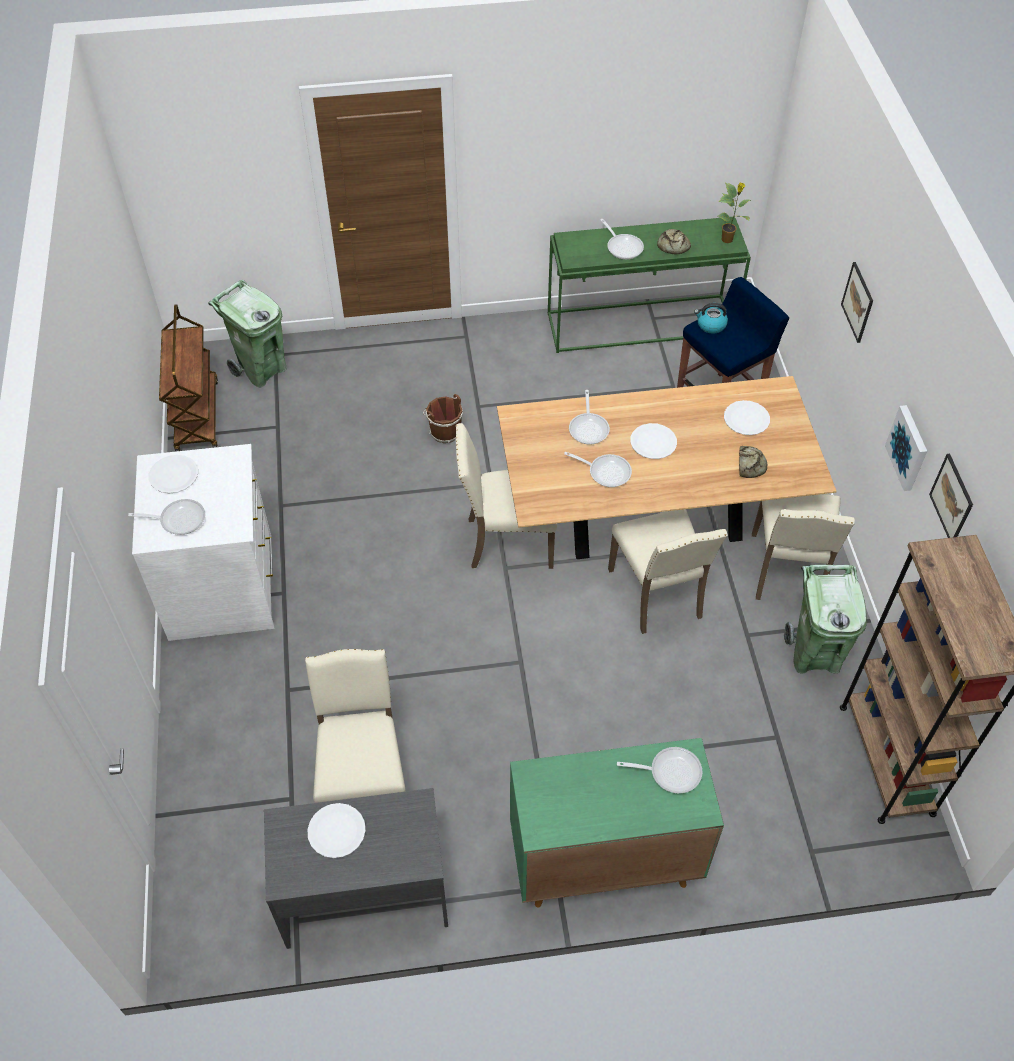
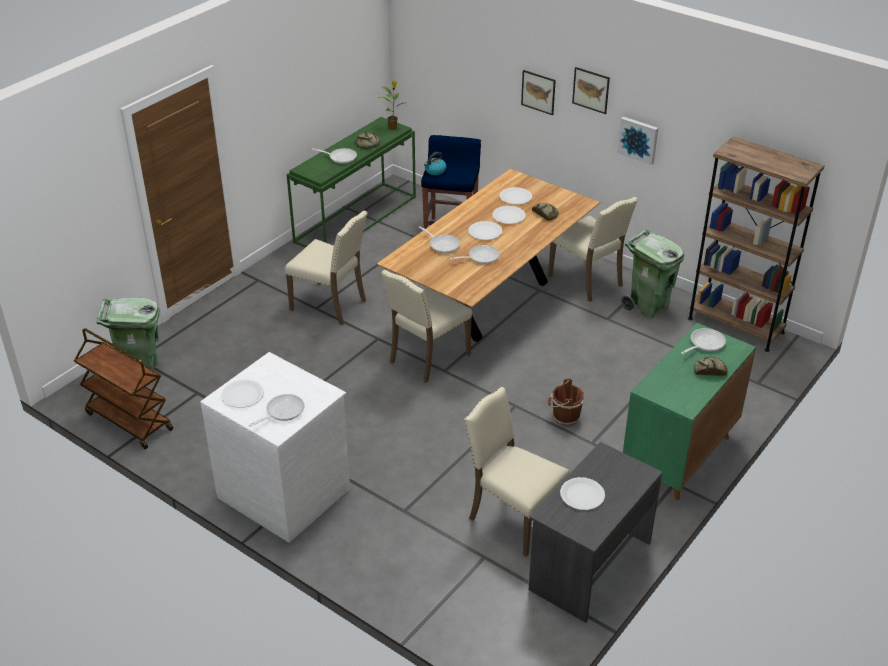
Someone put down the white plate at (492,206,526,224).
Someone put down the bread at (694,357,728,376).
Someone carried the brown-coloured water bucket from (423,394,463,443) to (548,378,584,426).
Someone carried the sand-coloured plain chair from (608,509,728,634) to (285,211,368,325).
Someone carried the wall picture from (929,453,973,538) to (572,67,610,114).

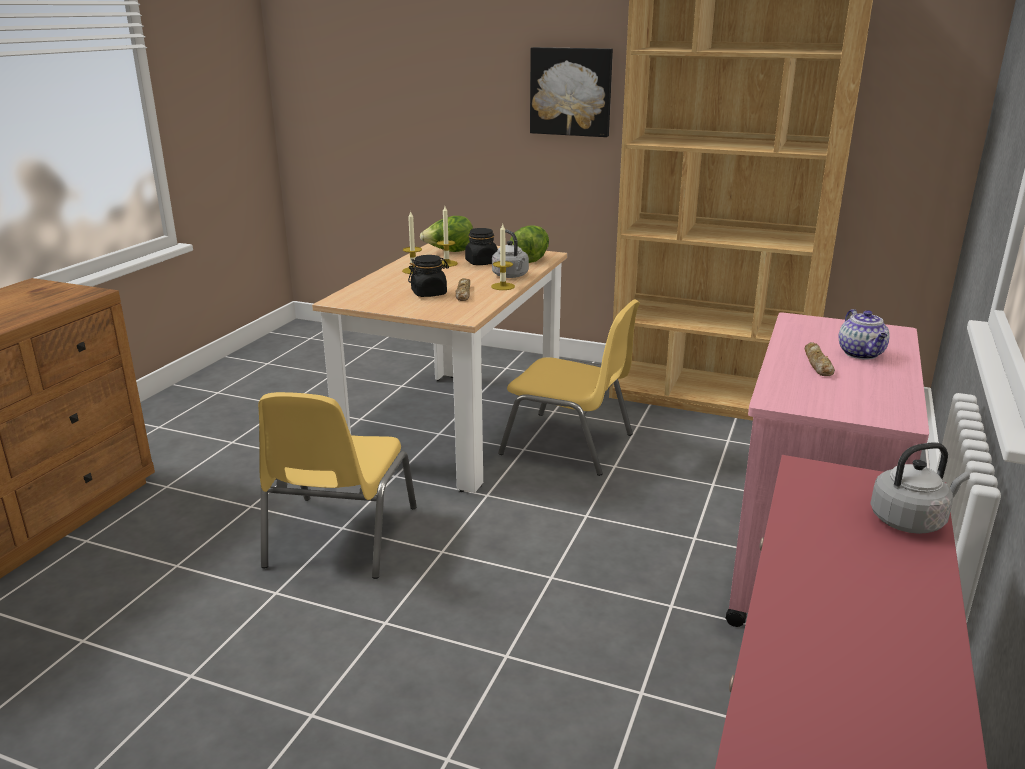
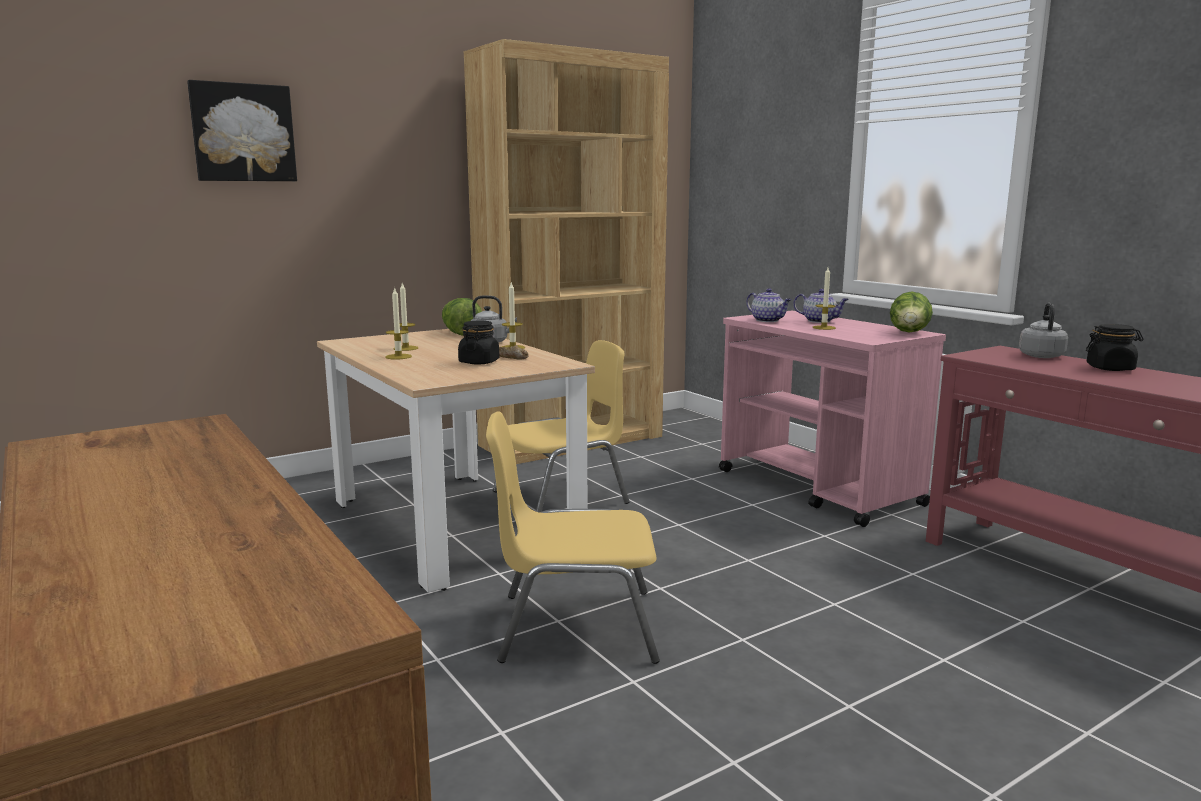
Someone put down the tea pot at (746,288,791,322).
Someone carried the head of lettuce from (420,216,473,252) to (890,291,933,333).
Someone carried the black-coloured storage jar from (465,228,498,265) to (1086,324,1144,371).
Someone carried the wall picture from (530,47,613,137) to (187,80,297,181).
Someone swapped the bread at (805,342,835,376) for the wax light at (812,267,836,330).
Someone rotated the yellow-coloured plain chair at (258,392,417,579) by 135 degrees clockwise.

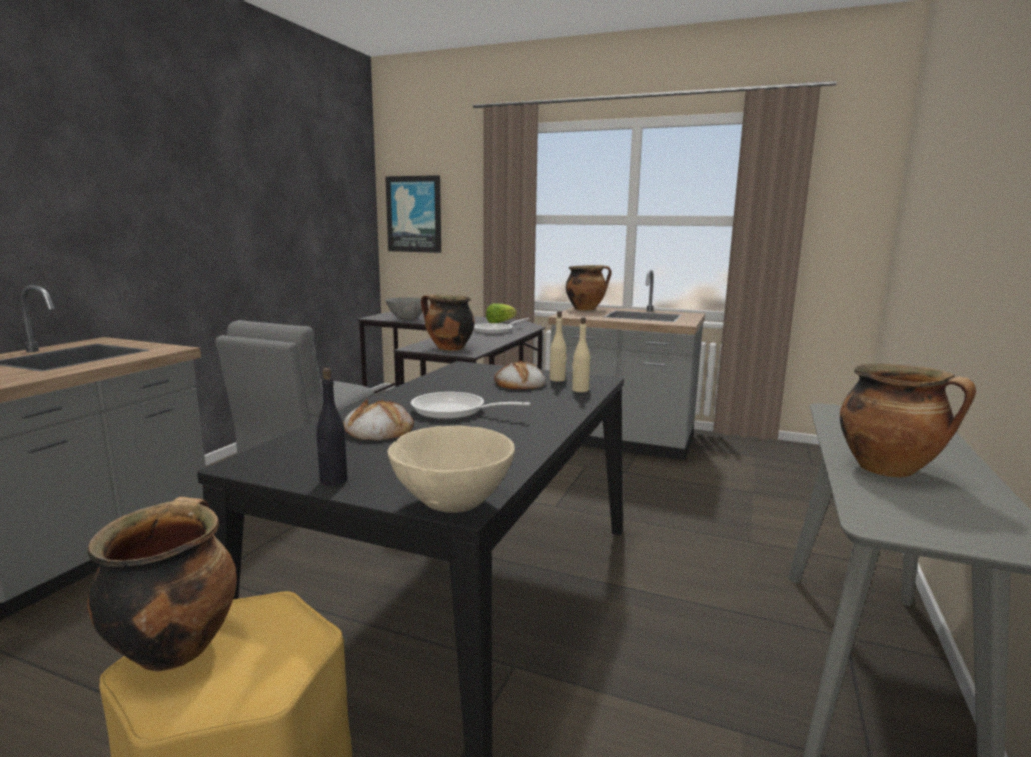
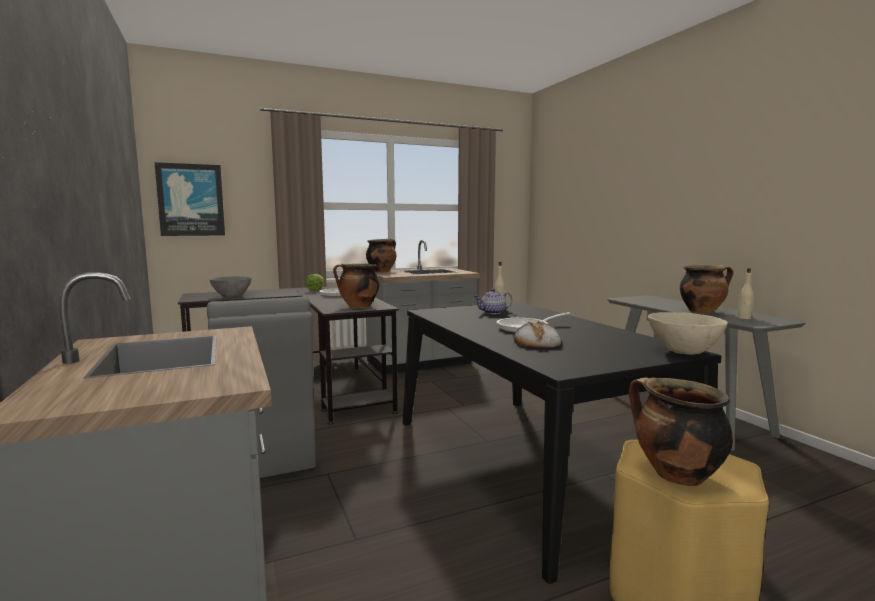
Someone took away the black-coloured bottle at (316,368,348,486).
Someone carried the sand-coloured bottle from (572,317,590,392) to (738,268,753,319).
Someone swapped the bread at (494,360,546,389) for the tea pot at (474,288,512,314).

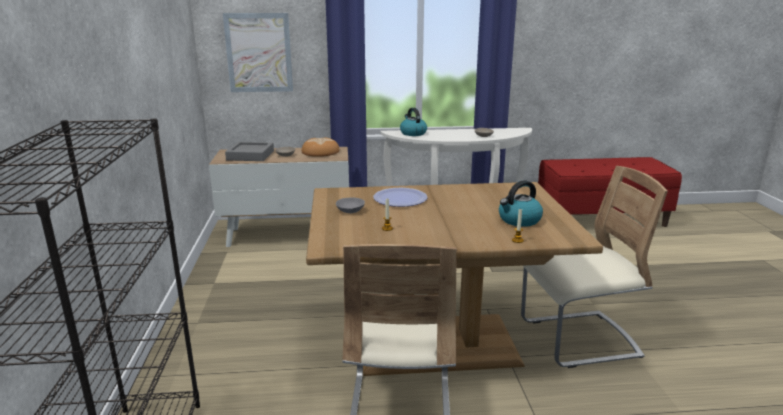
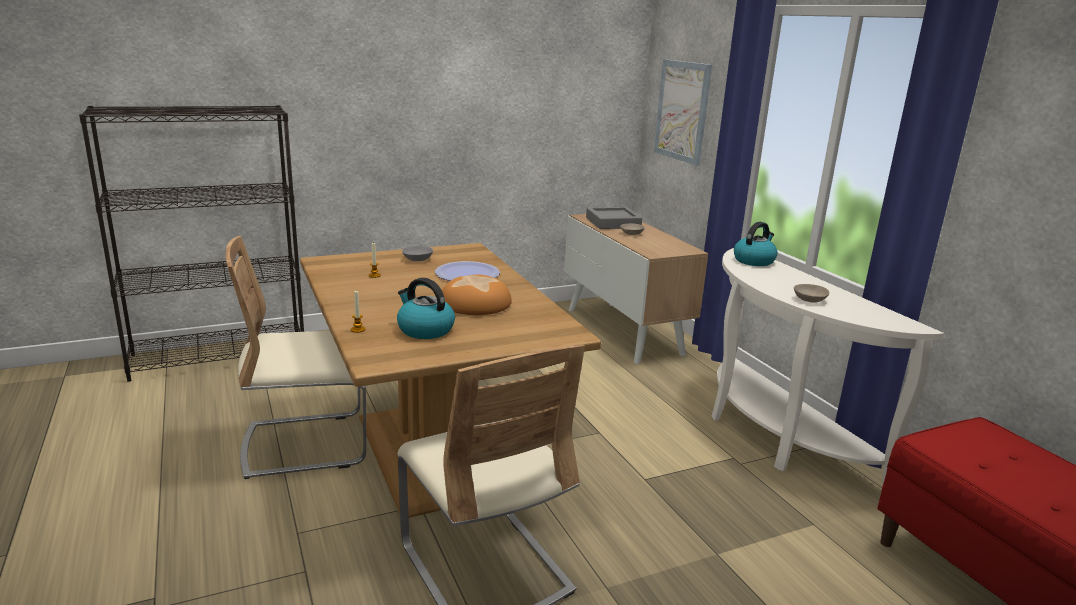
Someone carried the bread from (301,137,339,157) to (442,274,512,315).

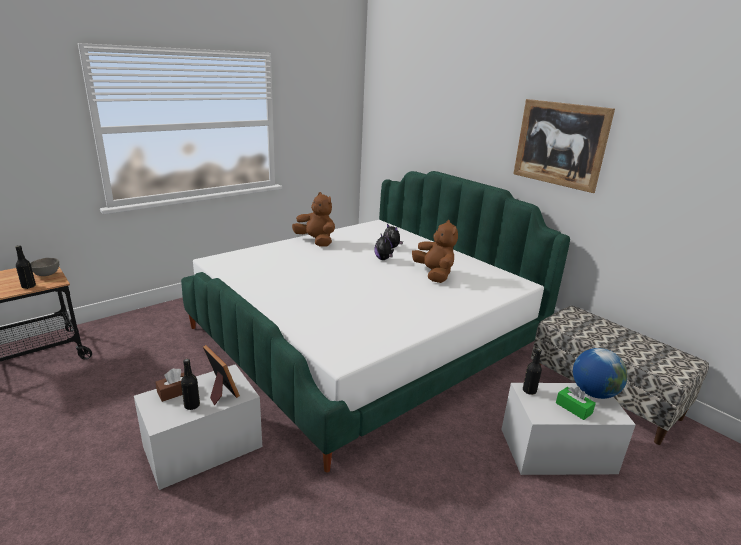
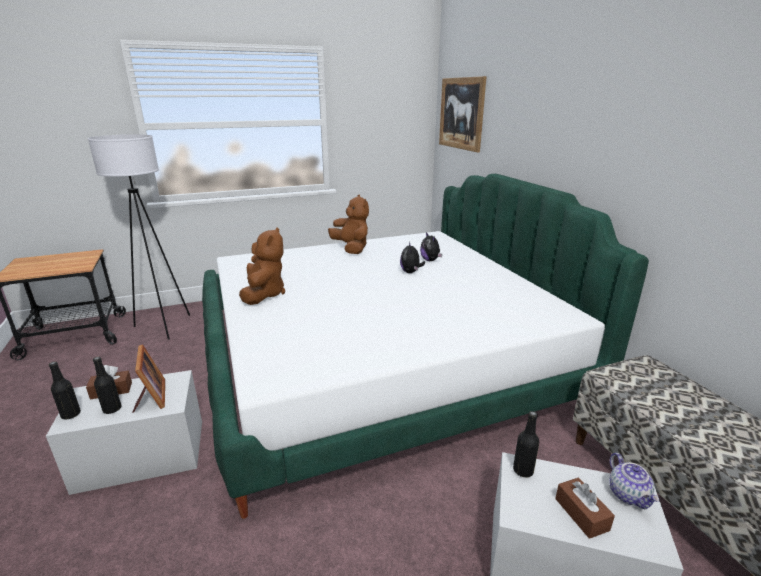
Someone took away the greyish bowl at (30,258,59,276).
Someone put down the white standing lamp at (88,134,190,339).
Someone carried the black-coloured bottle from (15,245,36,289) to (49,362,81,420).
Someone carried the brown-coloured cuddly toy from (412,220,458,283) to (239,227,285,305).
Someone carried the wall picture from (513,99,615,193) to (439,76,487,152).
Someone swapped the desk globe at (573,348,628,399) for the tea pot at (609,453,660,509).
Someone repainted the green tissue holder at (556,387,596,420), which became the brown-coloured tissue holder at (555,478,615,539).

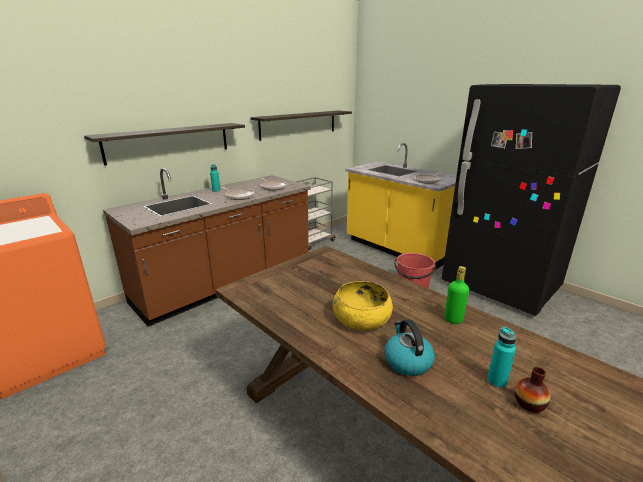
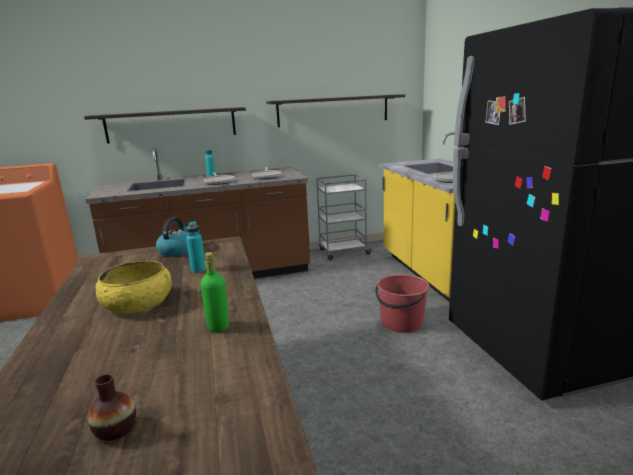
Someone carried the tea kettle from (385,319,435,376) to (156,217,188,257).
Someone carried the turquoise bottle from (487,327,516,388) to (186,221,206,273).

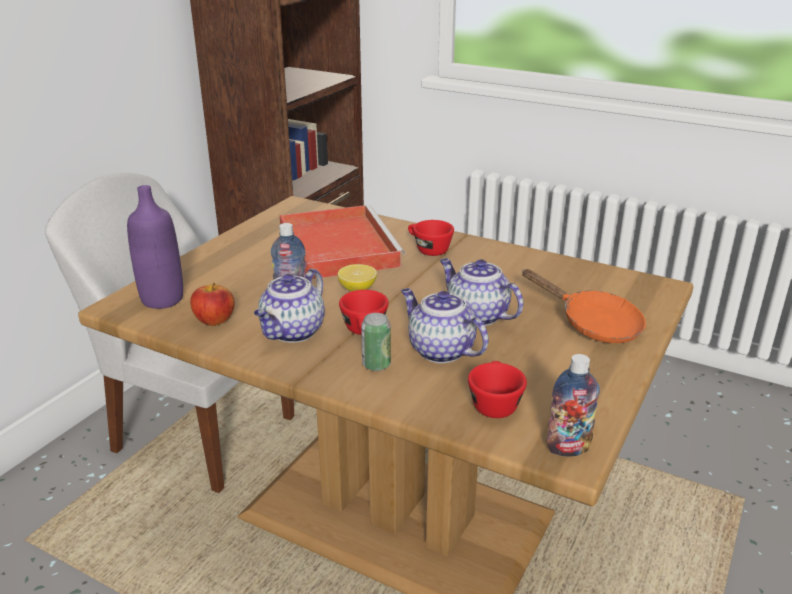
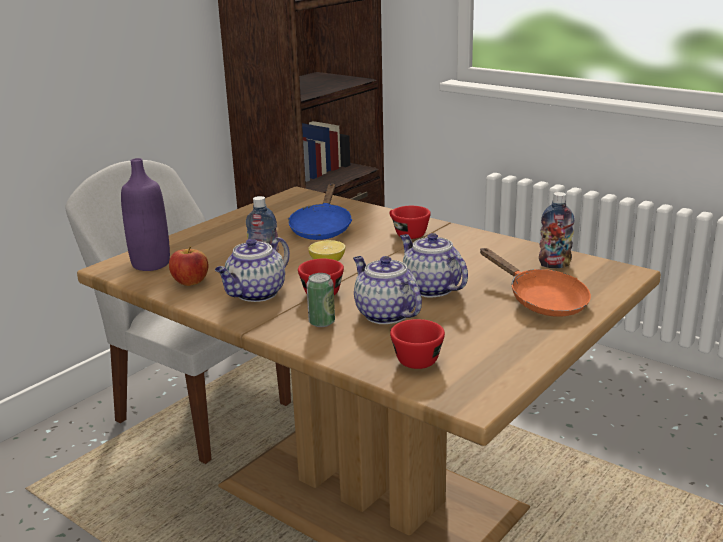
Someone carried the bottle from (547,354,600,456) to (539,192,575,268).
Someone swapped the reddish serving tray at (280,205,405,279) for the blue frying pan at (288,183,352,240).

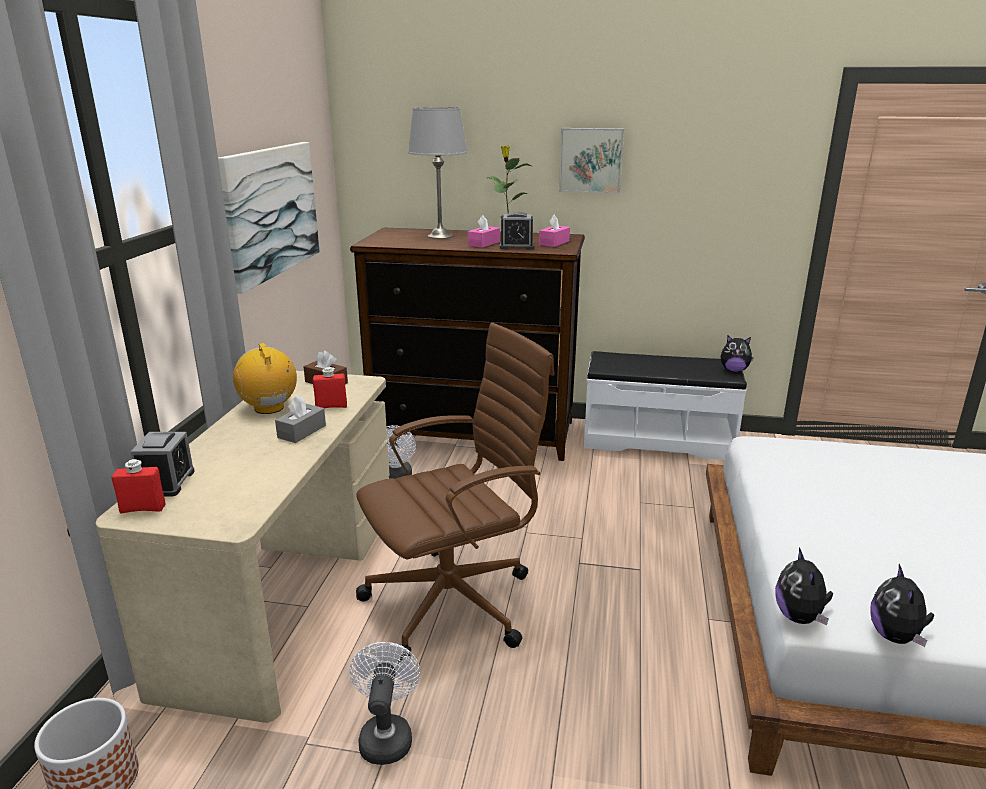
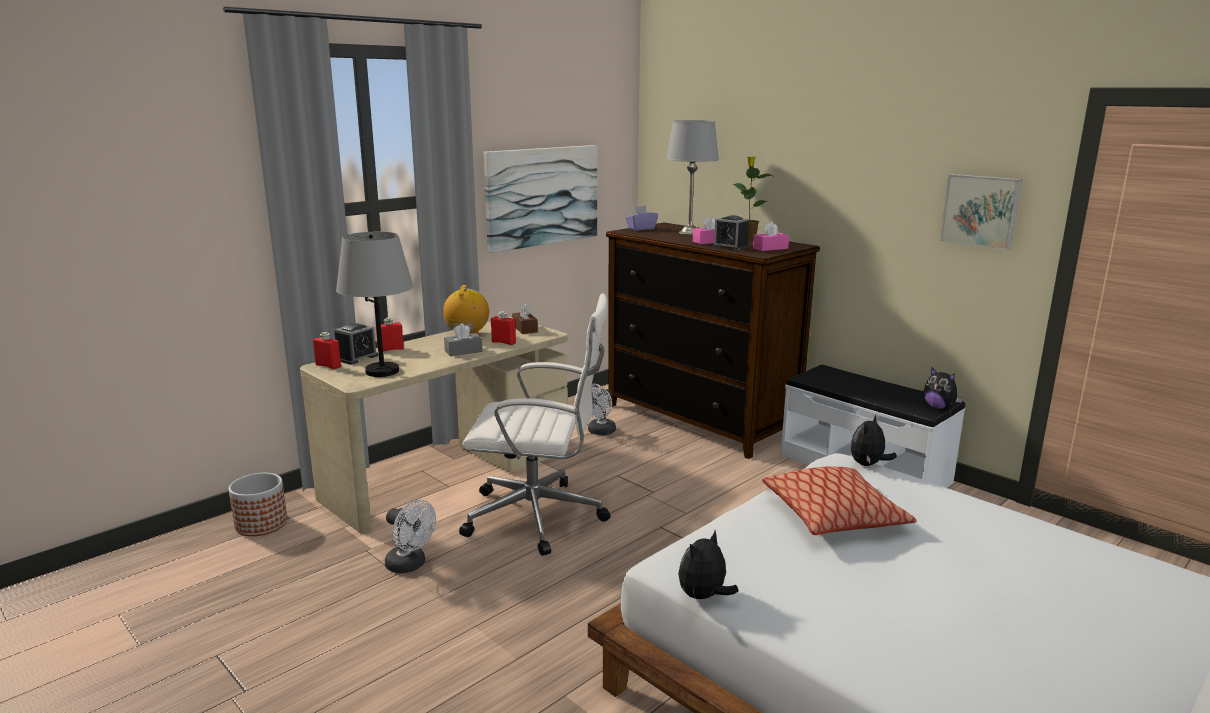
Someone put down the greyish table lamp at (336,232,413,377).
Someone put down the reddish bottle at (376,317,404,352).
Someone put down the purplish tissue holder at (625,206,658,230).
Someone put down the pillow at (762,467,917,535).
Someone carried the wall picture from (559,128,624,193) to (940,174,1022,250).
Someone carried the cuddly toy from (775,548,833,625) to (850,415,897,466).
Someone repainted the brown-coloured desk chair at (356,323,555,664), which became the white desk chair at (459,293,610,556).
Someone rotated the white electric fan at (350,642,420,765) by 90 degrees clockwise.

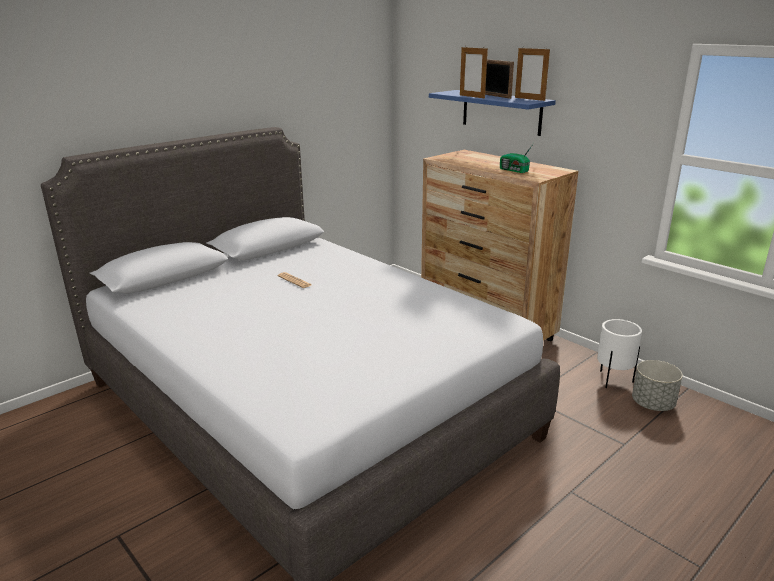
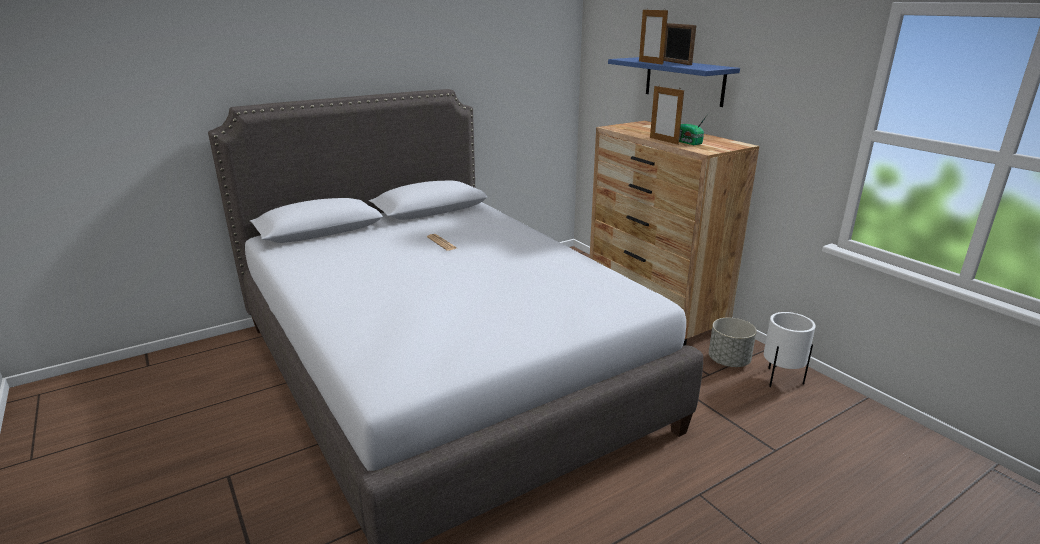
Someone carried the standing frame from (515,46,550,101) to (650,86,684,145).
Someone carried the greyish plant pot from (632,360,683,411) to (709,318,757,367).

